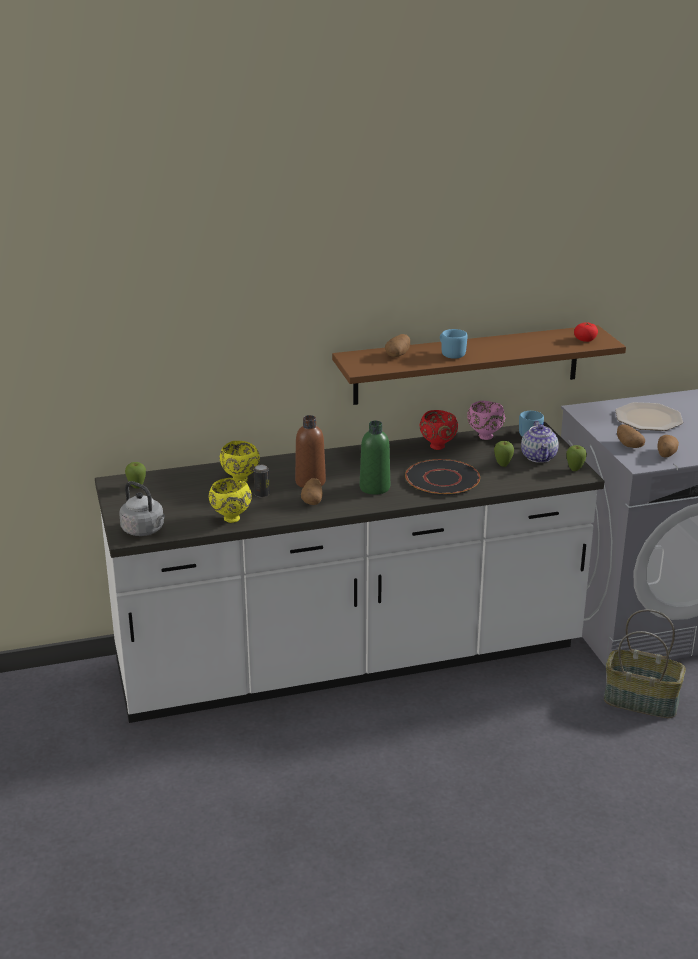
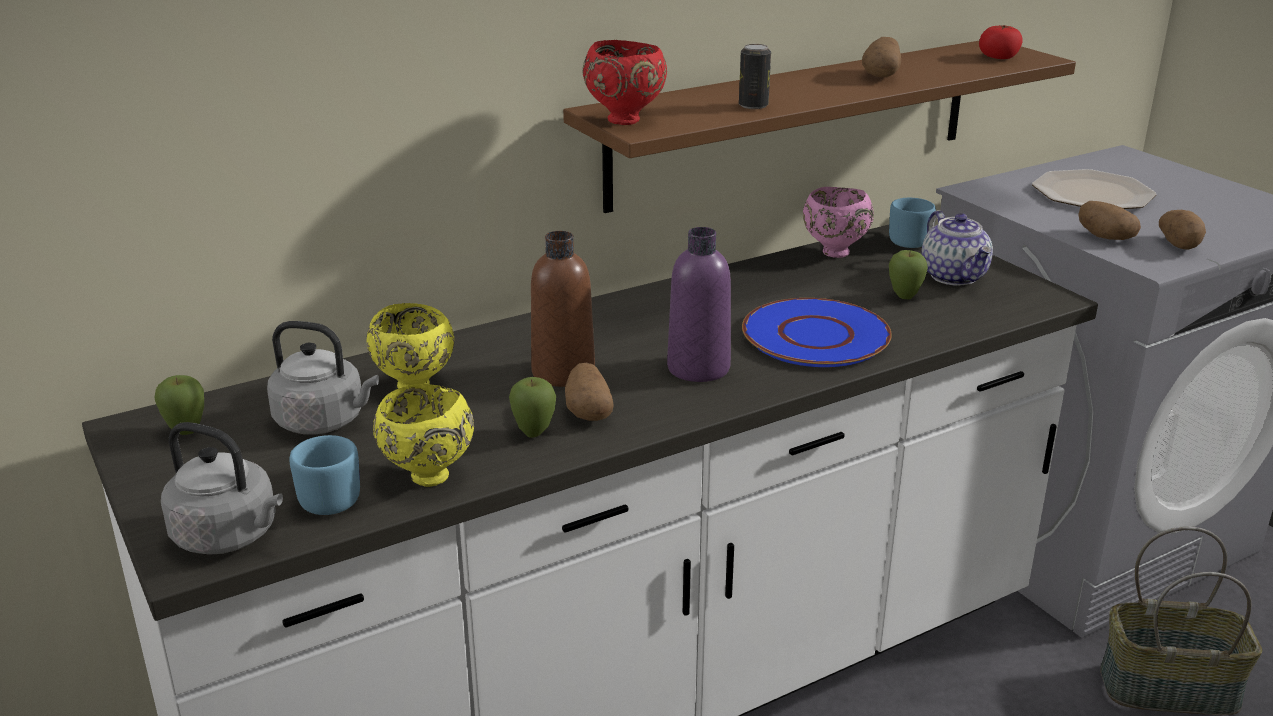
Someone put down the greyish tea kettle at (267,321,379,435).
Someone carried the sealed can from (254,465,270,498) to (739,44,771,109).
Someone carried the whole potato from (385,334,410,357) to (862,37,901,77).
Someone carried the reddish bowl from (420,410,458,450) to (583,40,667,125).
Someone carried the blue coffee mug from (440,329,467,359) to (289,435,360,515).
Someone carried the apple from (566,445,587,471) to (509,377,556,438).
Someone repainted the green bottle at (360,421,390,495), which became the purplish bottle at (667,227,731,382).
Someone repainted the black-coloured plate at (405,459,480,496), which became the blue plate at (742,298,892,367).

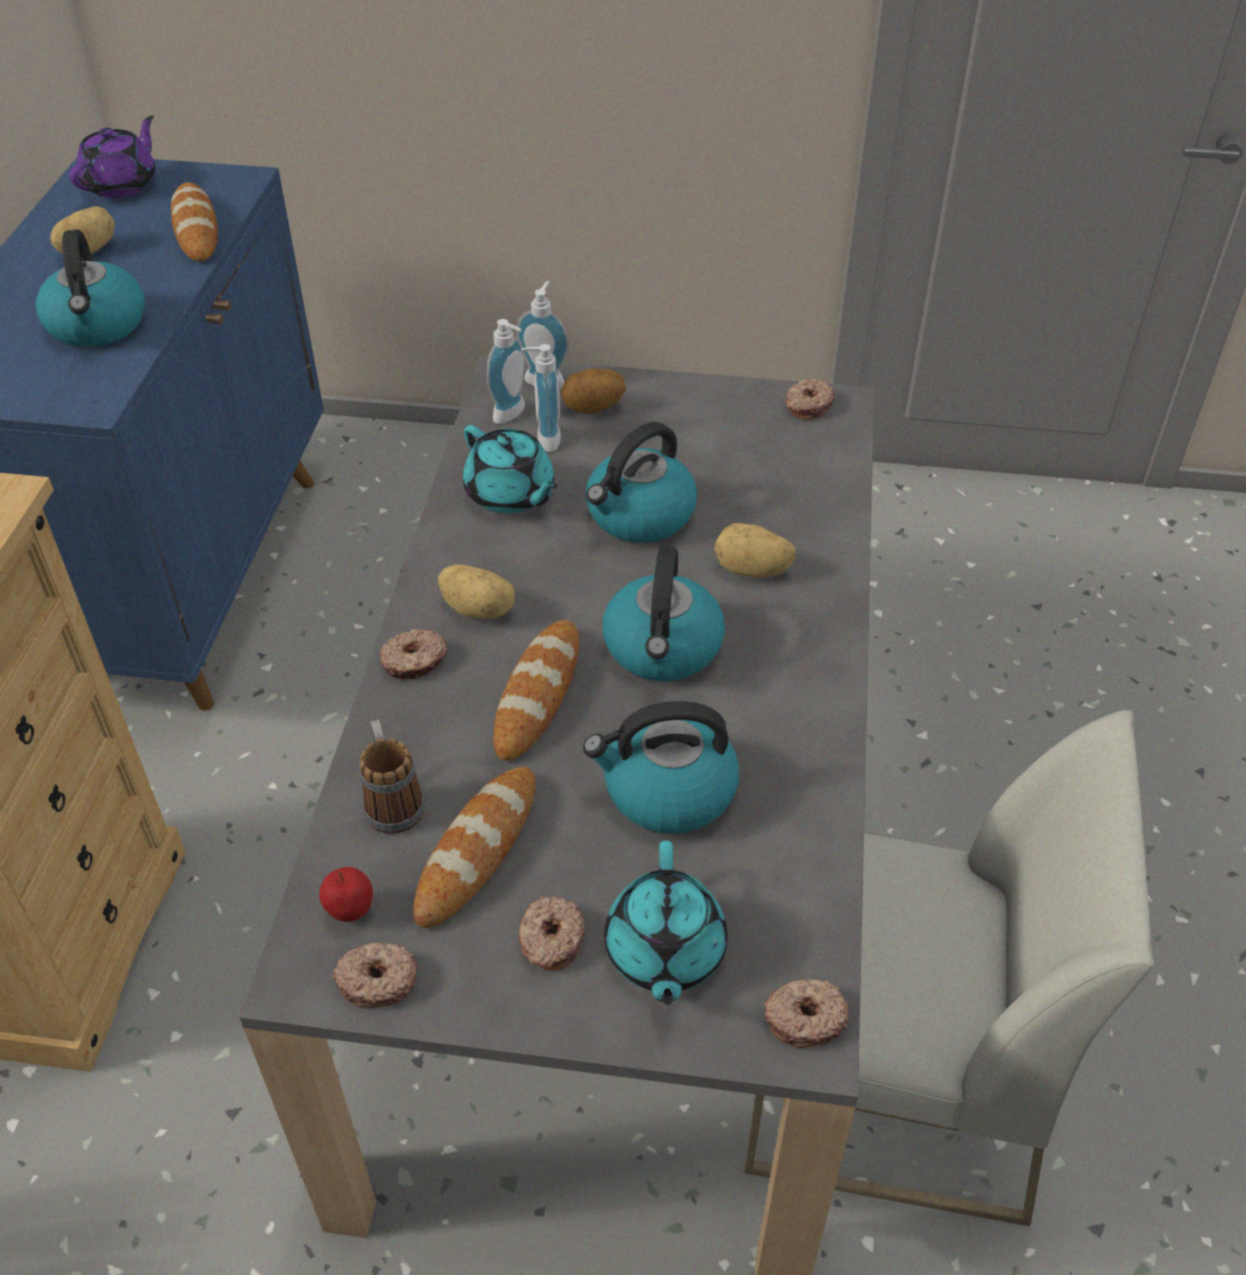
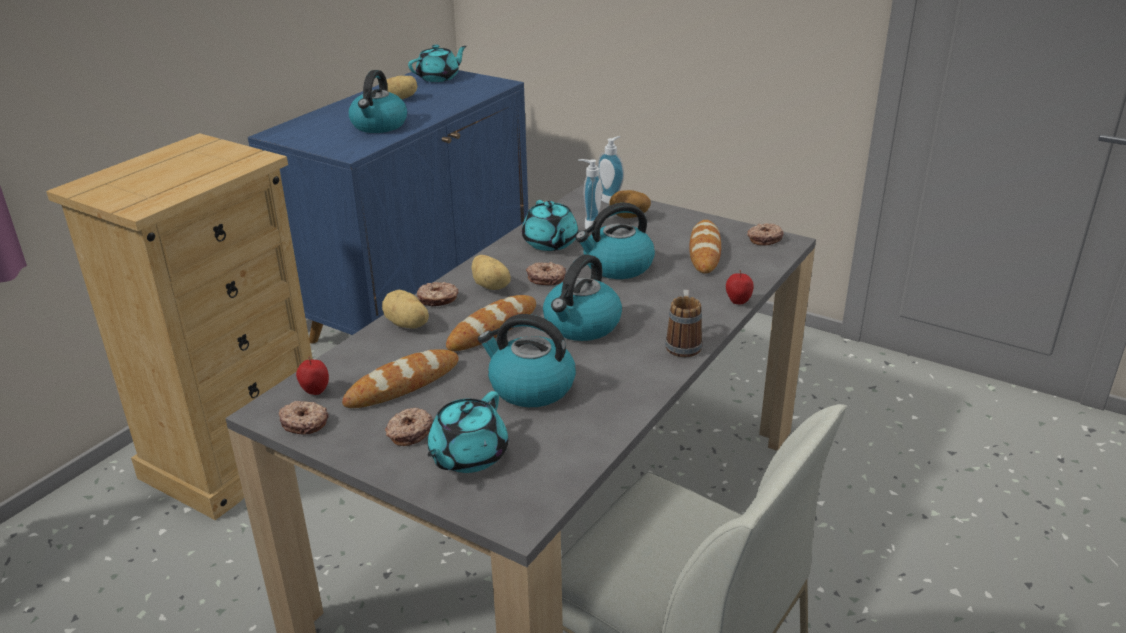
Someone took away the soap dispenser at (487,319,525,424).
Someone put down the apple at (726,270,754,305).
Someone carried the bread from (171,182,218,261) to (689,220,721,273).
Someone carried the coffee mug from (359,720,425,834) to (665,290,702,357).
Someone carried the whole potato from (714,523,795,578) to (382,290,429,329).
Someone carried the doughnut from (765,979,849,1048) to (526,262,566,285).
Someone repainted the purplish tea pot at (69,115,156,198), which became the turquoise tea pot at (408,45,467,82).

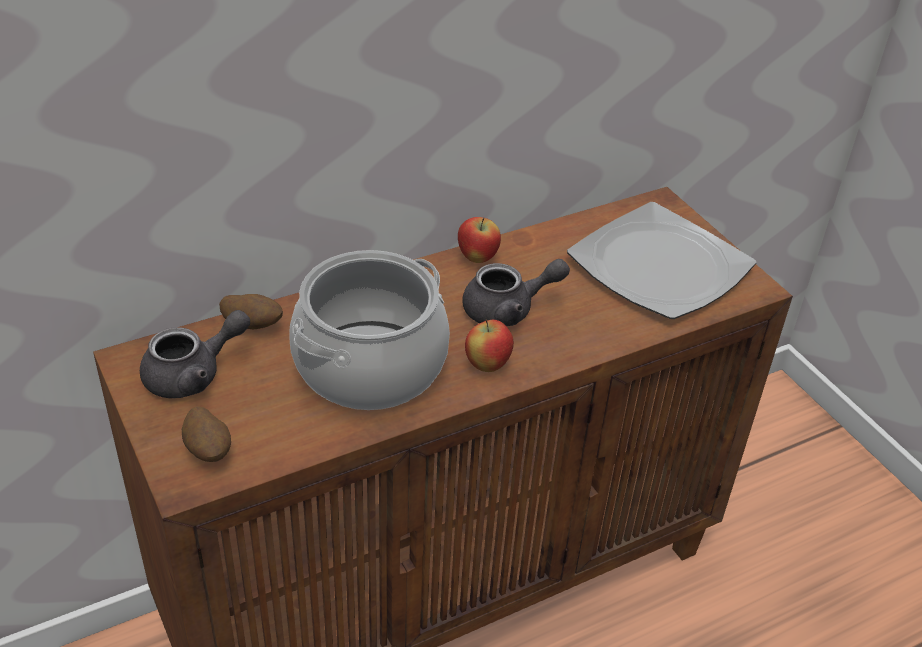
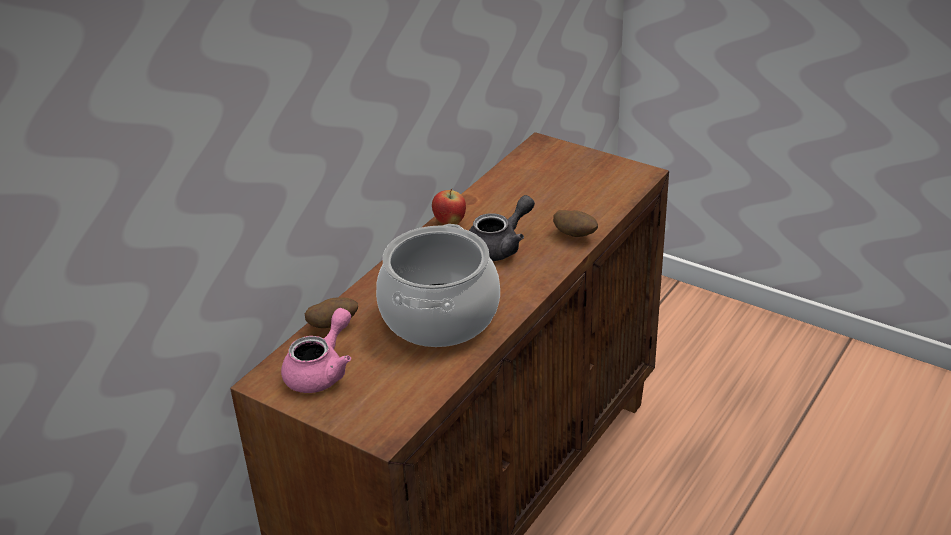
Someone took away the apple at (465,319,514,372).
Someone took away the plate at (567,202,756,319).
Someone carried the whole potato from (182,406,231,462) to (553,210,598,237).
Someone repainted the greyish tea pot at (140,310,250,398), which became the pink tea pot at (281,308,351,393).

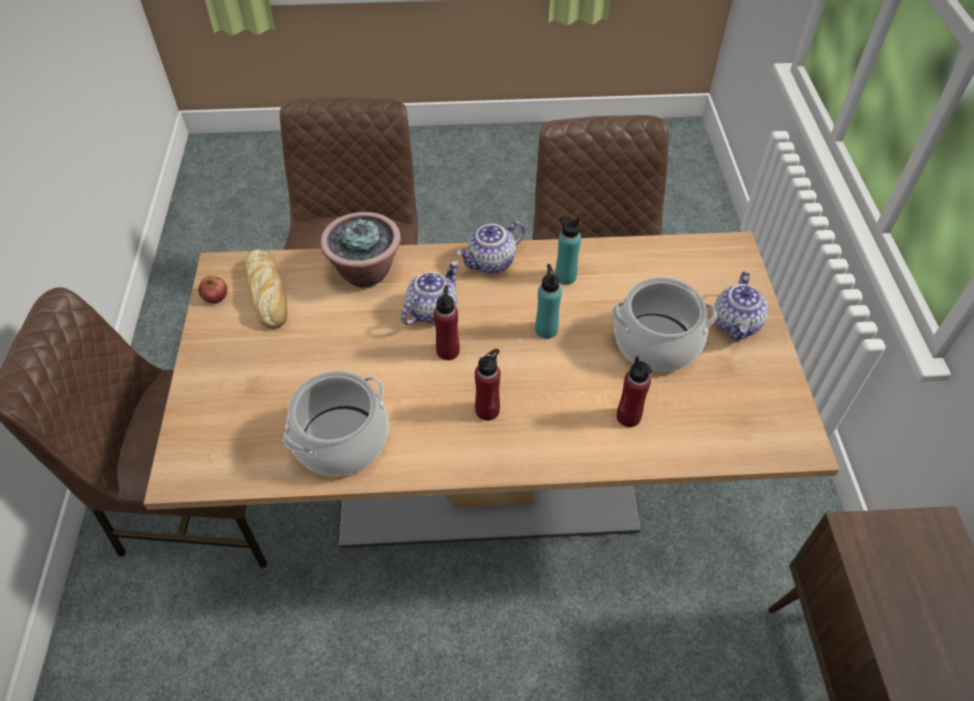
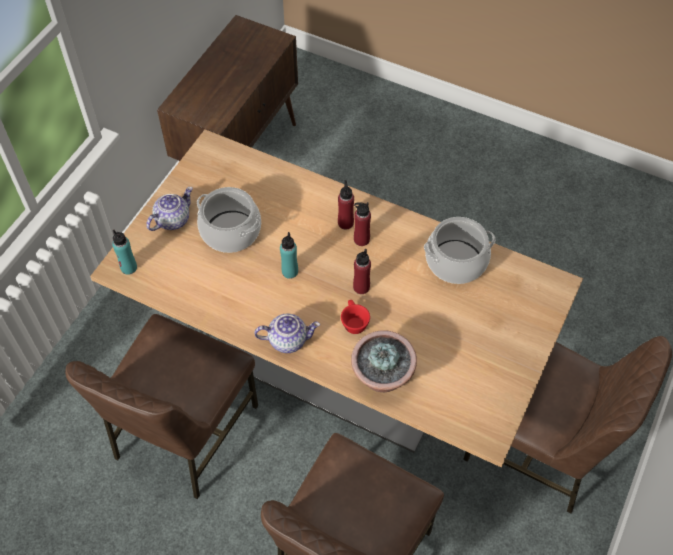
Someone took away the apple at (198,276,227,303).
Someone took away the bread at (245,249,288,329).
Someone carried the turquoise bottle from (555,216,581,285) to (112,229,137,275).
Someone carried the reddish bottle from (617,356,652,427) to (338,180,354,230).
Someone swapped the tea pot at (401,261,459,325) for the reddish small cup at (341,300,370,334).

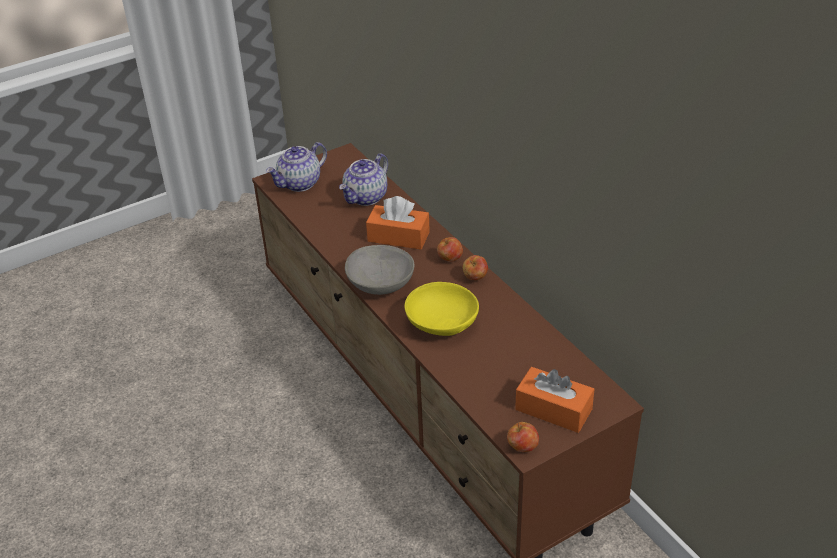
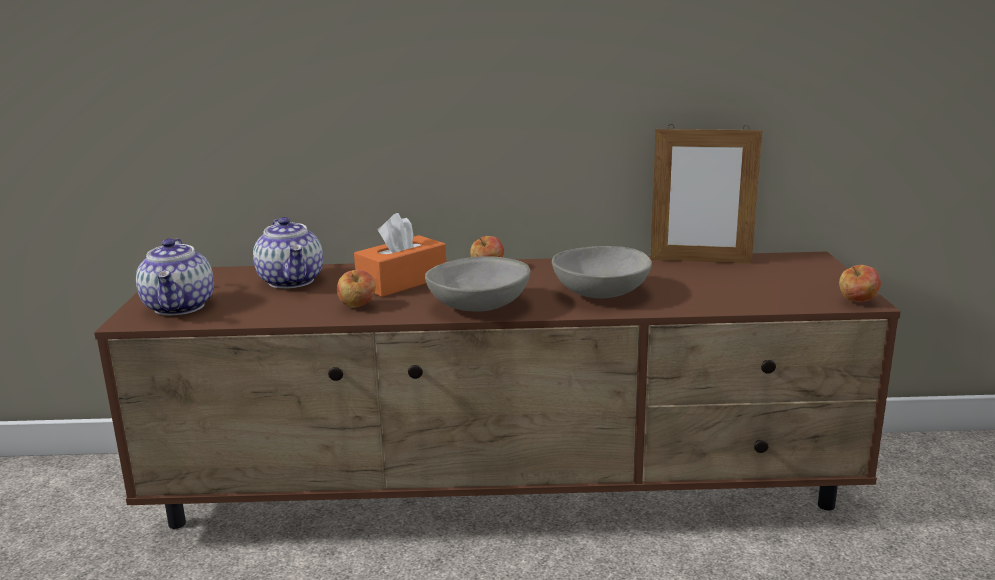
Someone took away the orangey tissue holder at (515,367,594,433).
Someone put down the standing frame at (650,124,762,264).
Someone carried the apple from (463,255,488,280) to (337,270,376,308).
Someone repainted the yellow-coloured bowl at (405,282,479,336), which became the greyish bowl at (552,246,652,298).

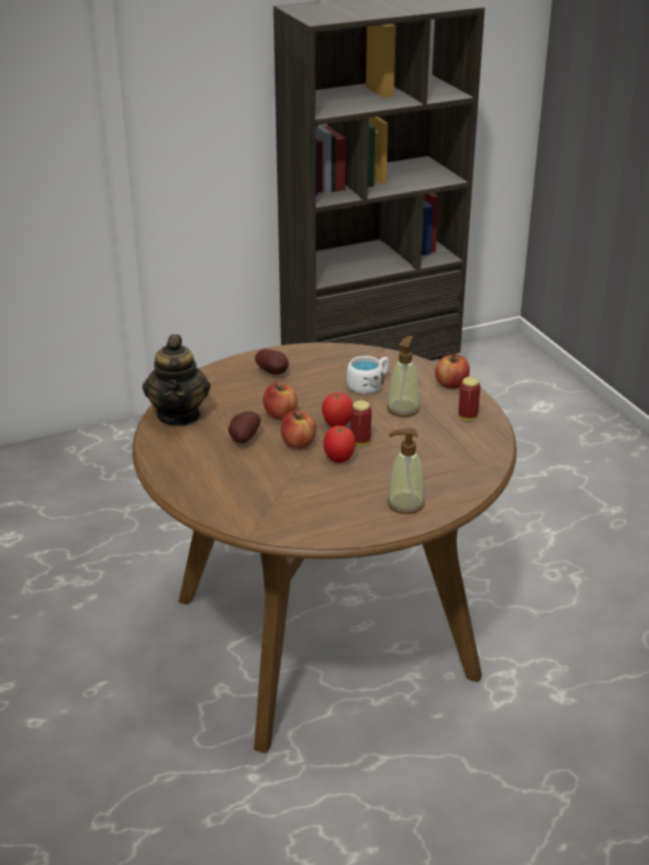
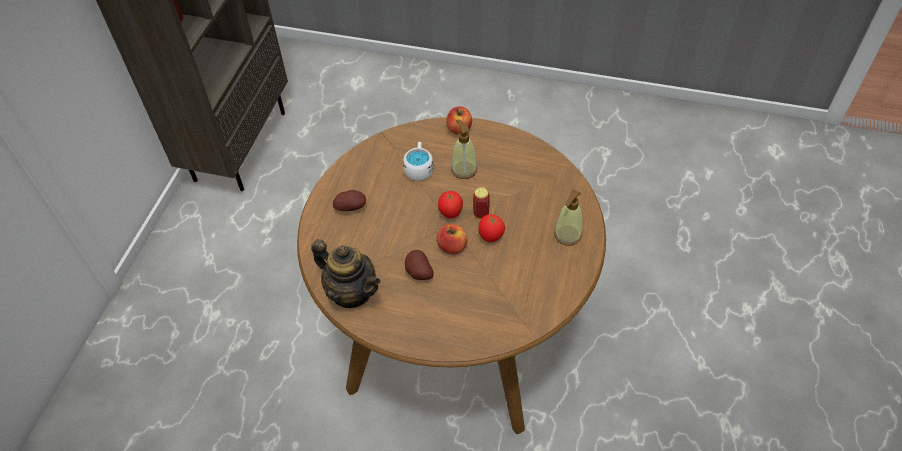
Someone took away the apple at (263,383,297,419).
Someone took away the sealed can at (458,377,480,421).

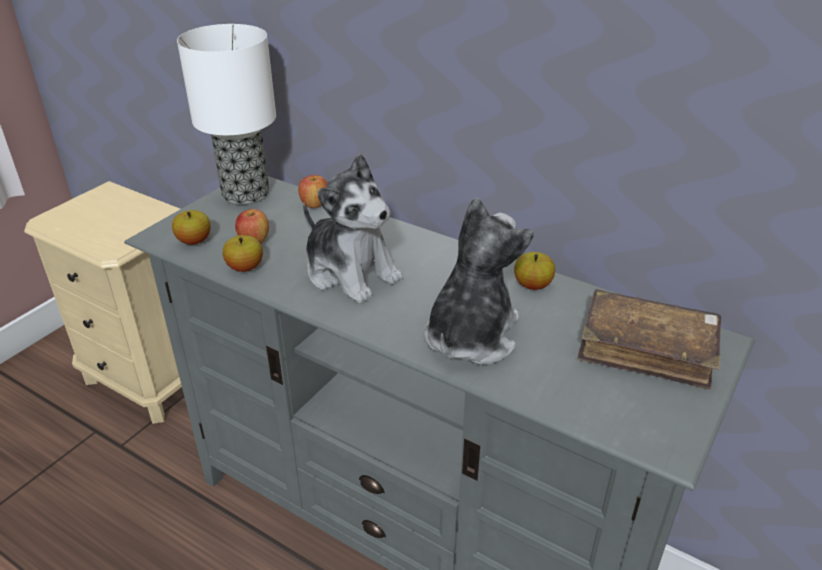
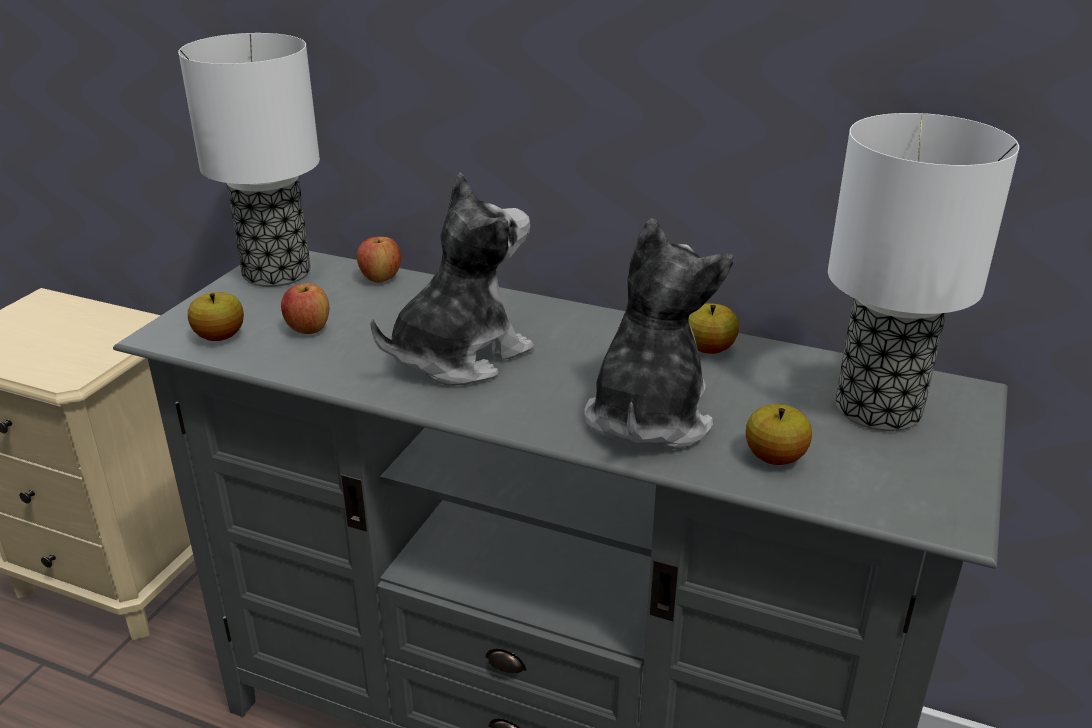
Someone carried the apple from (223,235,263,272) to (746,404,812,465).
Someone swapped the brown-coloured volume at (578,289,721,390) for the table lamp at (828,113,1019,431).
Someone rotated the cuddly toy at (303,154,403,303) by 75 degrees counterclockwise.

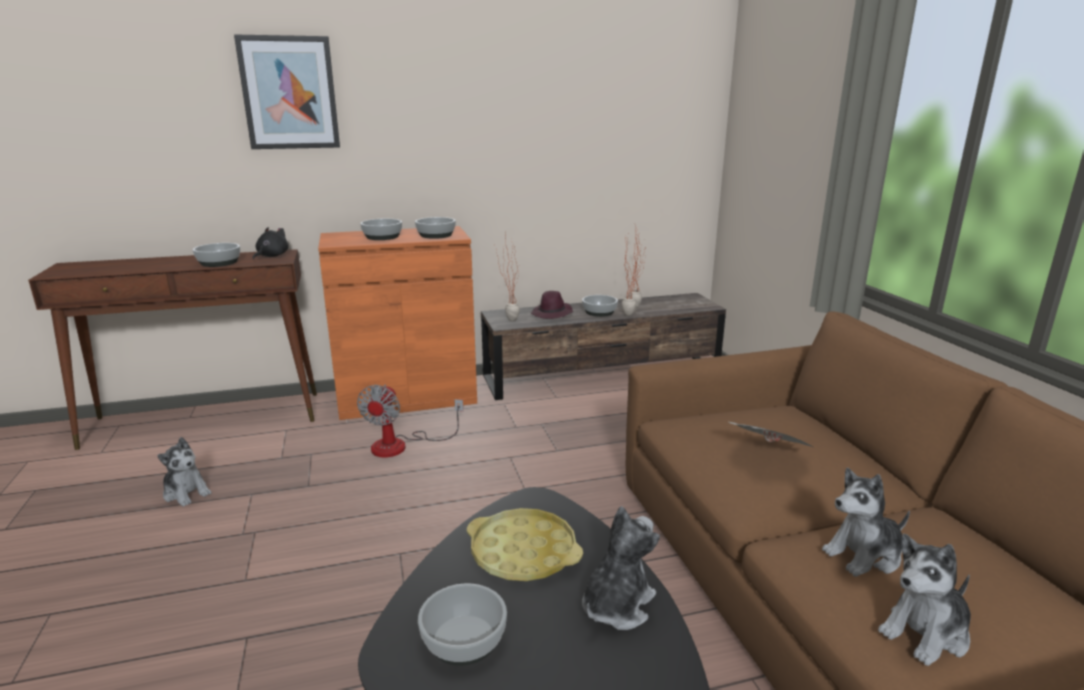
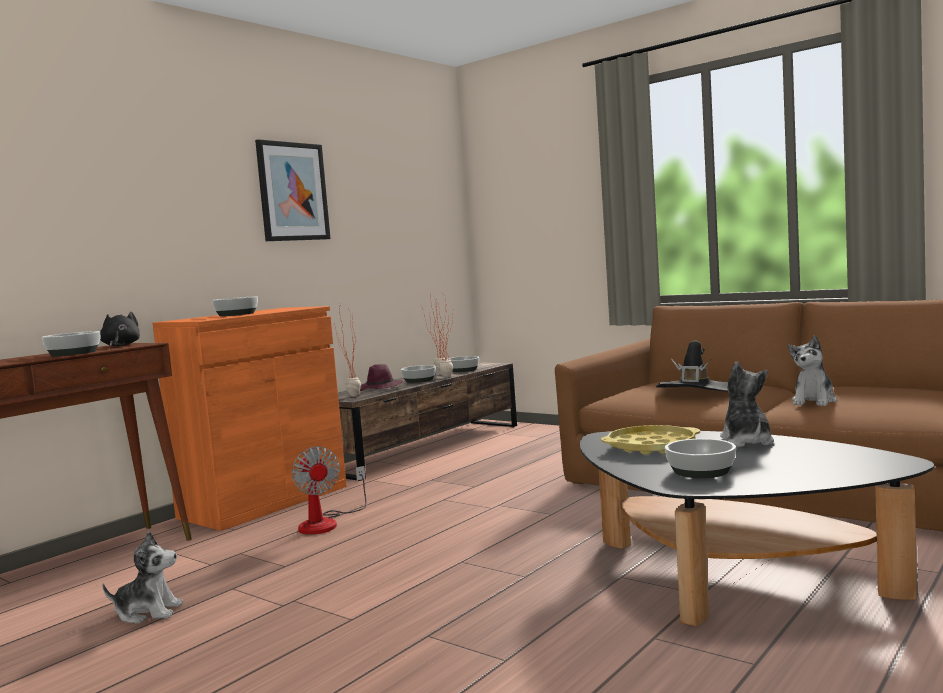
Someone took away the cuddly toy at (878,534,971,666).
Someone carried the wall picture from (234,34,340,149) to (255,139,331,241).
Someone carried the bowl from (415,217,456,239) to (446,356,479,372).
Someone swapped the daily paper at (729,422,813,447) for the black-coloured wearable hat at (656,341,728,391).

